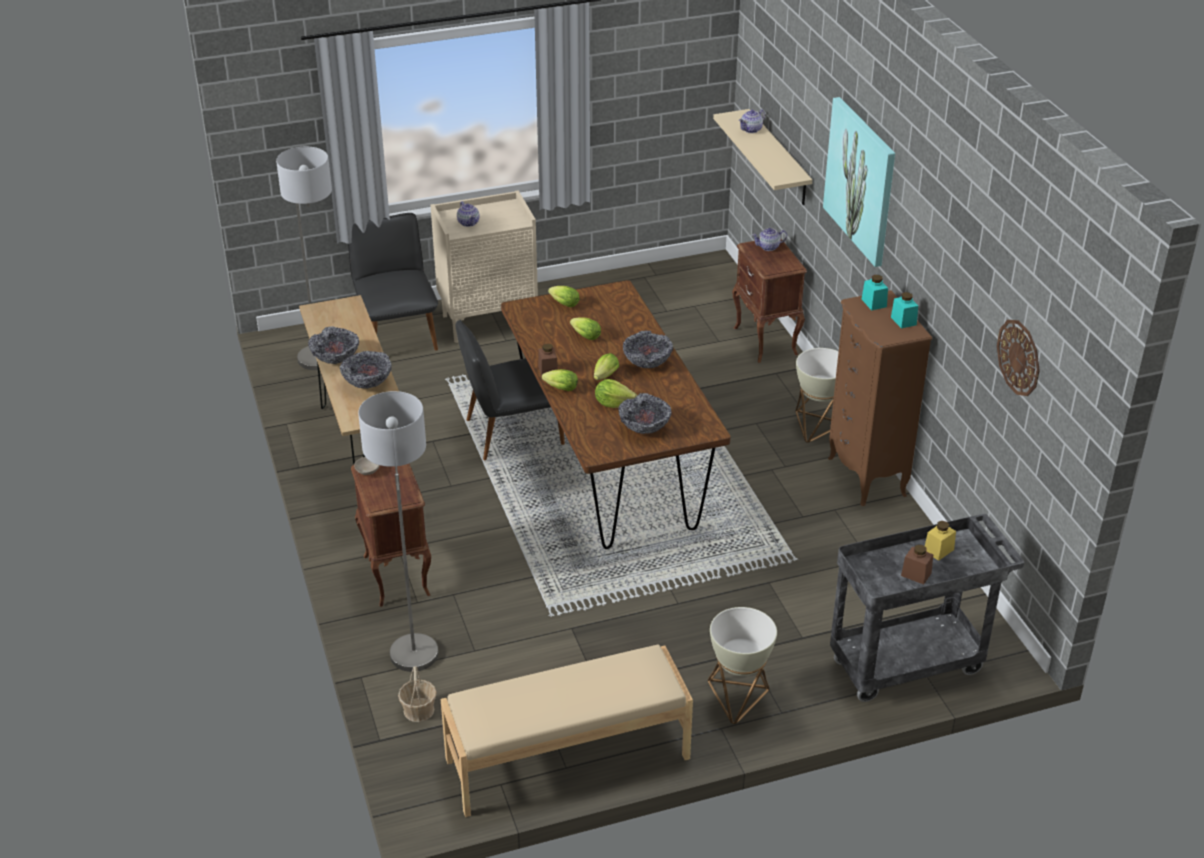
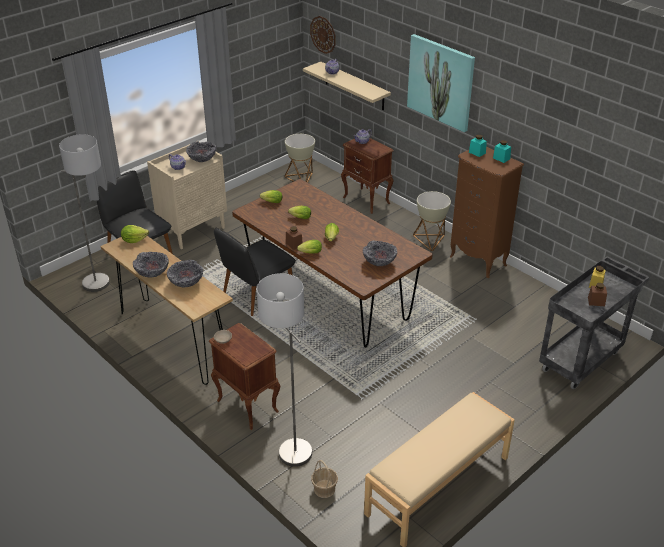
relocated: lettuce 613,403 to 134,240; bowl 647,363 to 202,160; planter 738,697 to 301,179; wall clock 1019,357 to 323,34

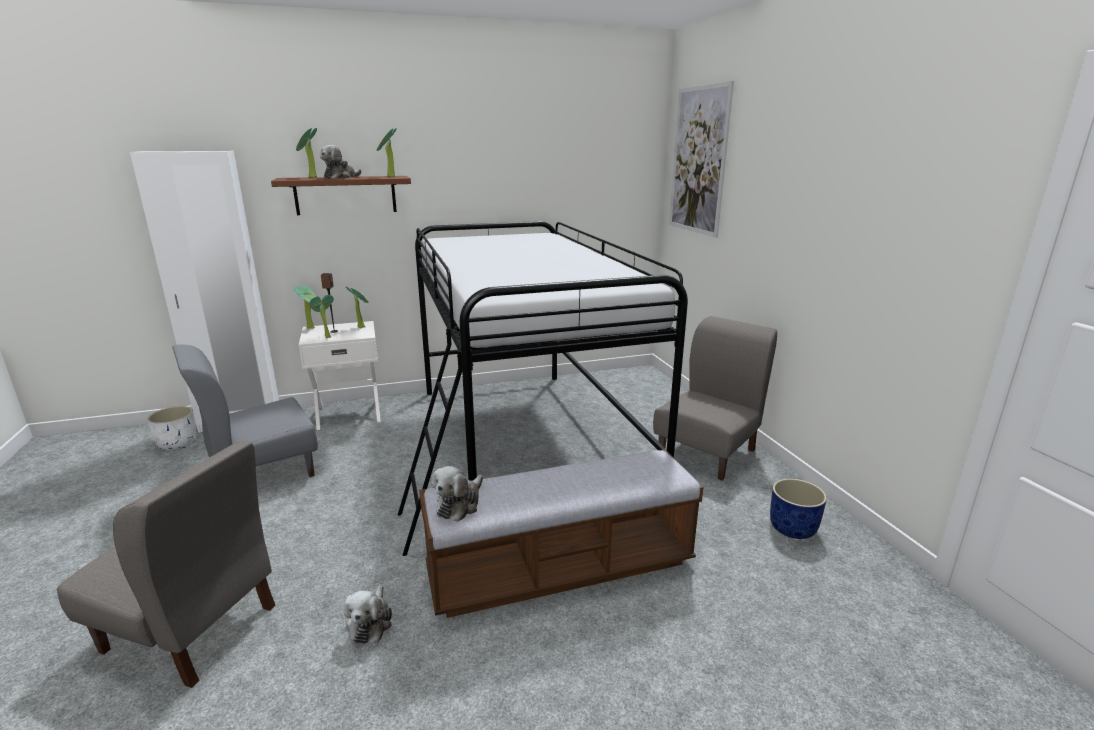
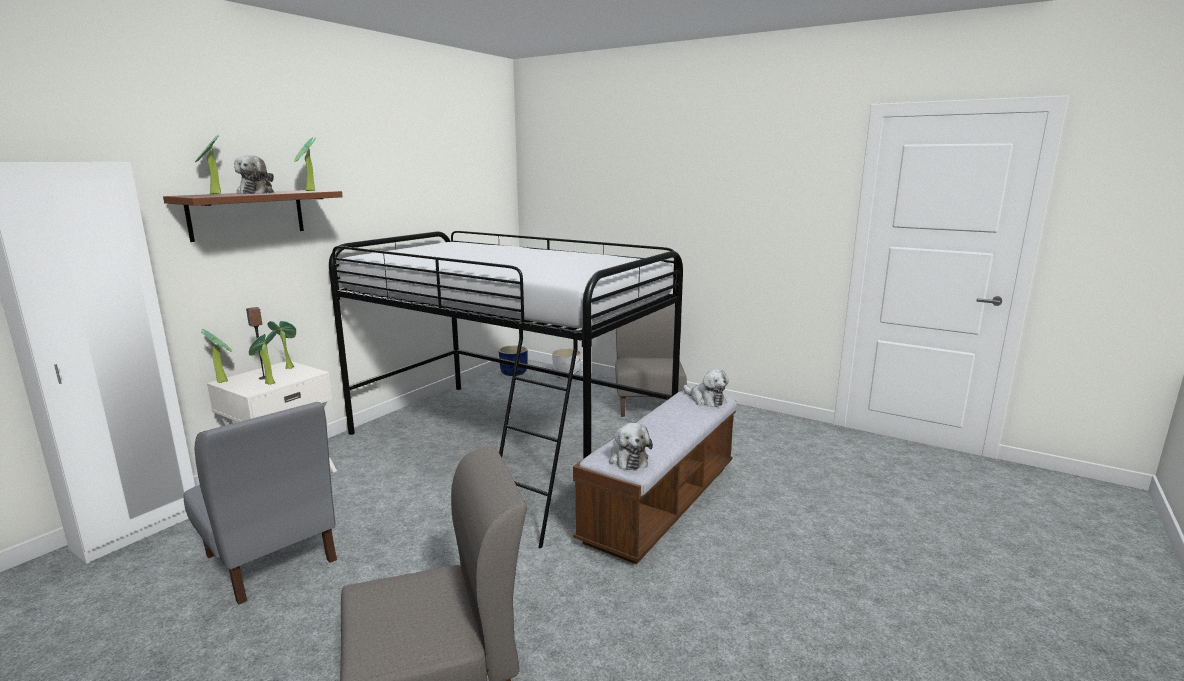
missing: picture 698,161
relocated: blue planter 793,528 to 514,373; white planter 178,444 to 566,376; plush toy 370,622 to 705,400
spun: grey chair 262,472 = 271,558 60 degrees counterclockwise

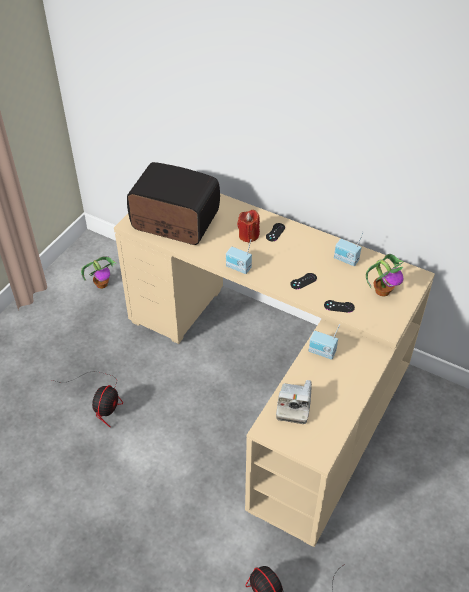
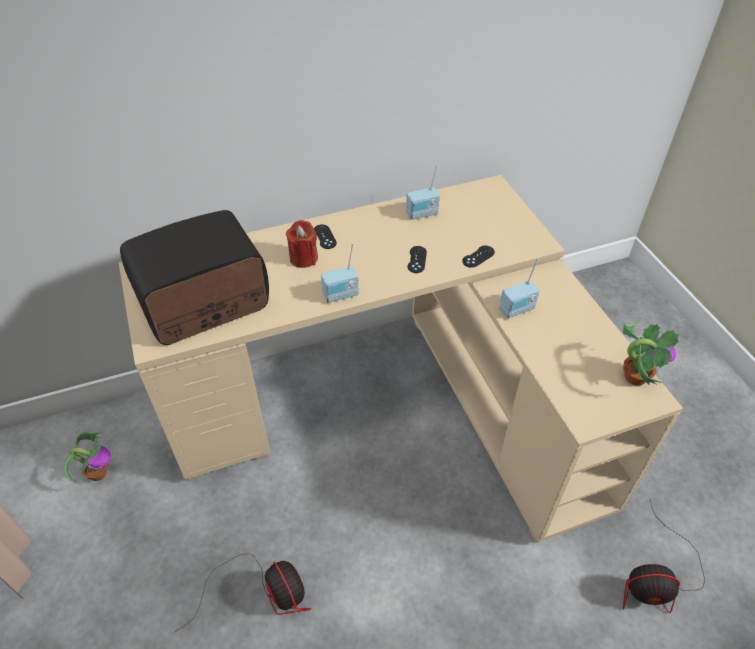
missing: photo camera 293,406
relocated: potted plant 382,290 to 634,376

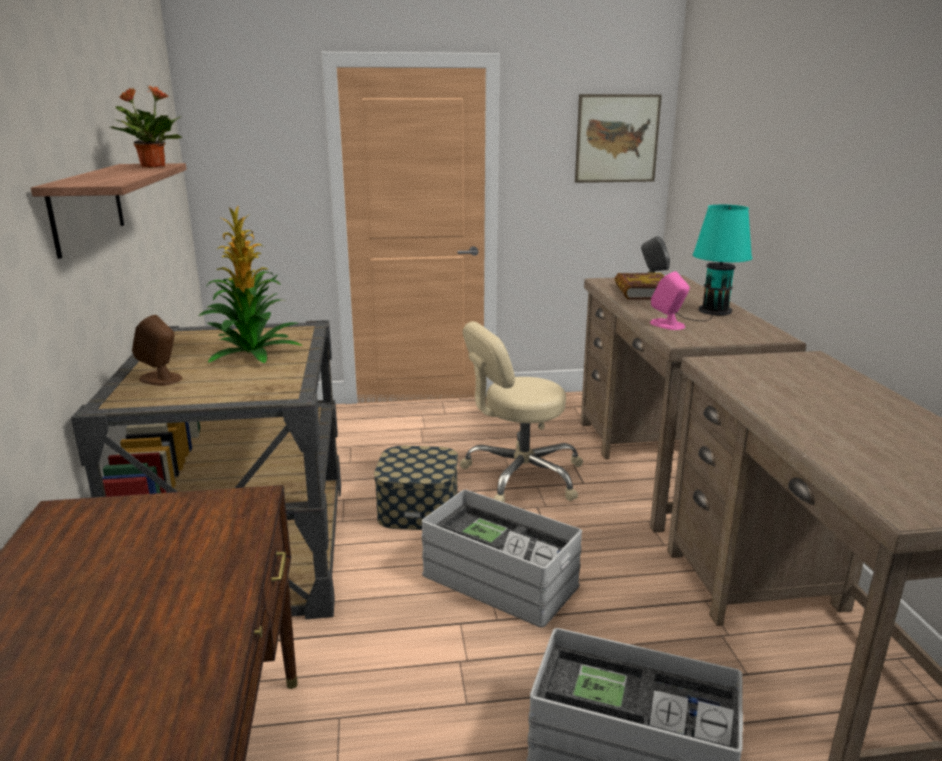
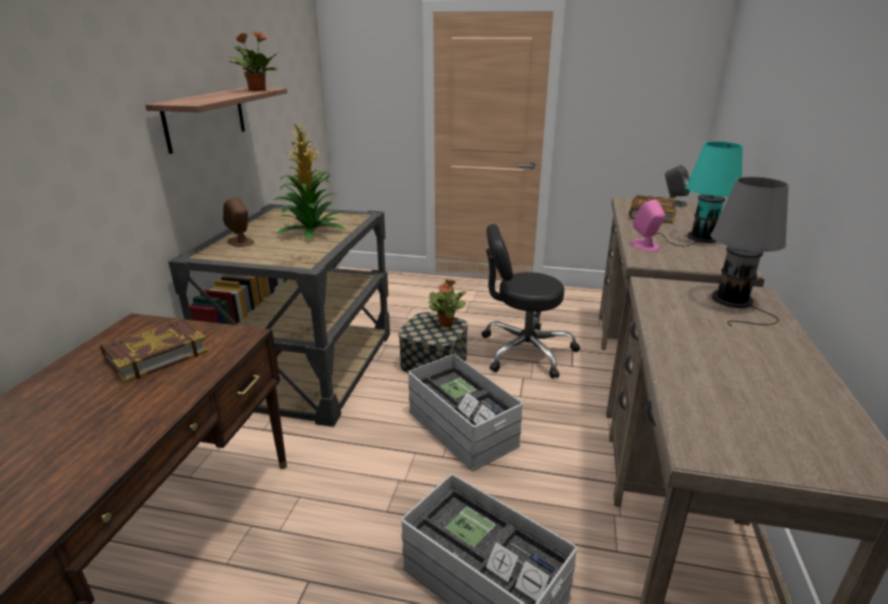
missing: picture 617,139
appeared: book 155,354; potted plant 446,323; grey table lamp 734,302
colour: beige office chair 518,477 to black office chair 521,352

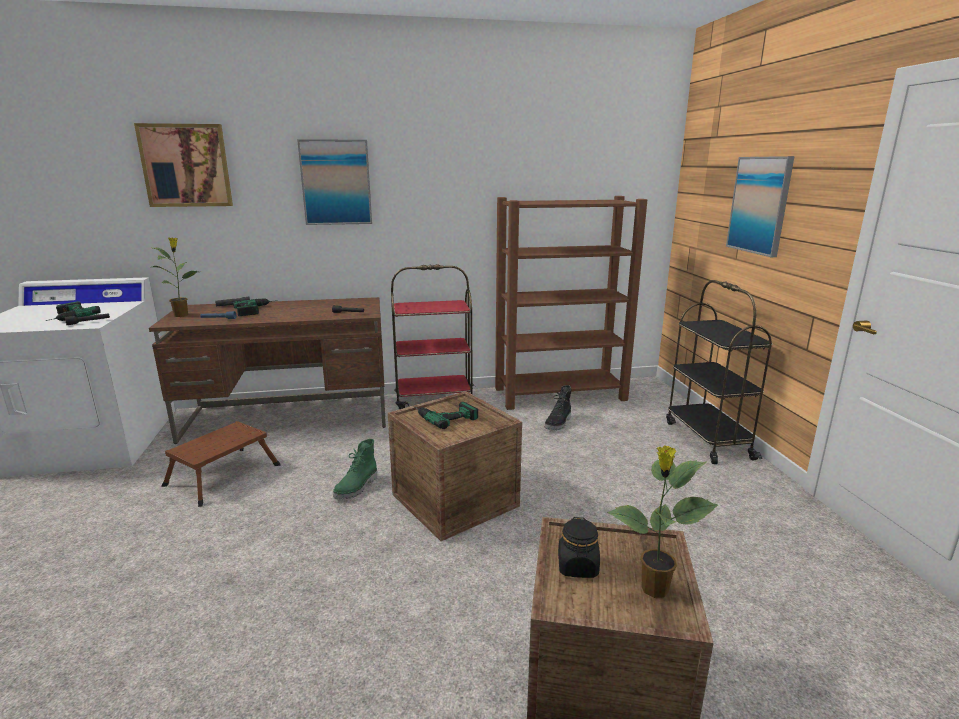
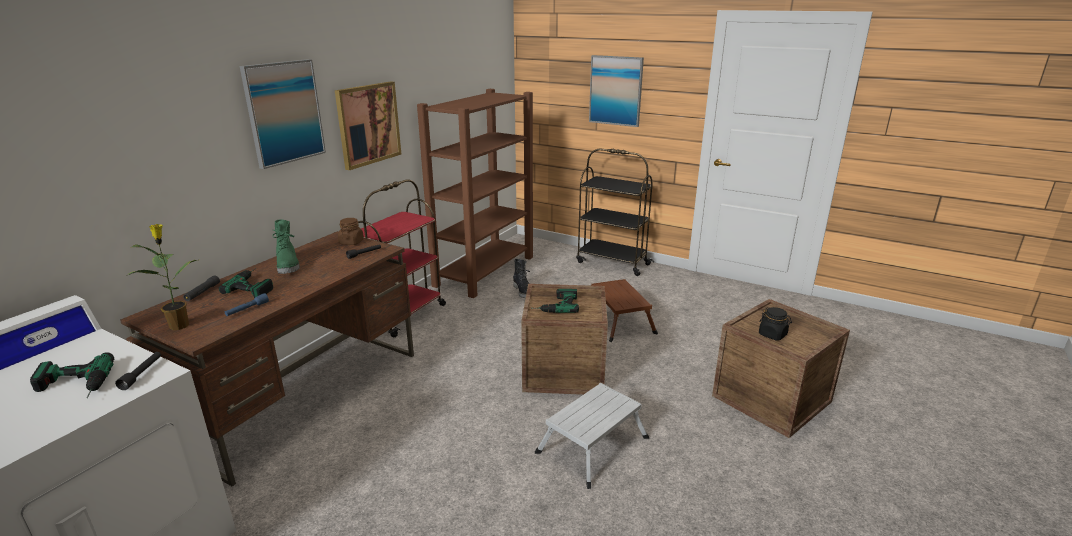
missing: potted plant 653,589
appeared: brown jar 351,242; white step ladder 593,444
relocated: green boot 357,488 to 288,265; picture 186,166 to 368,124; brown step ladder 223,474 to 618,320

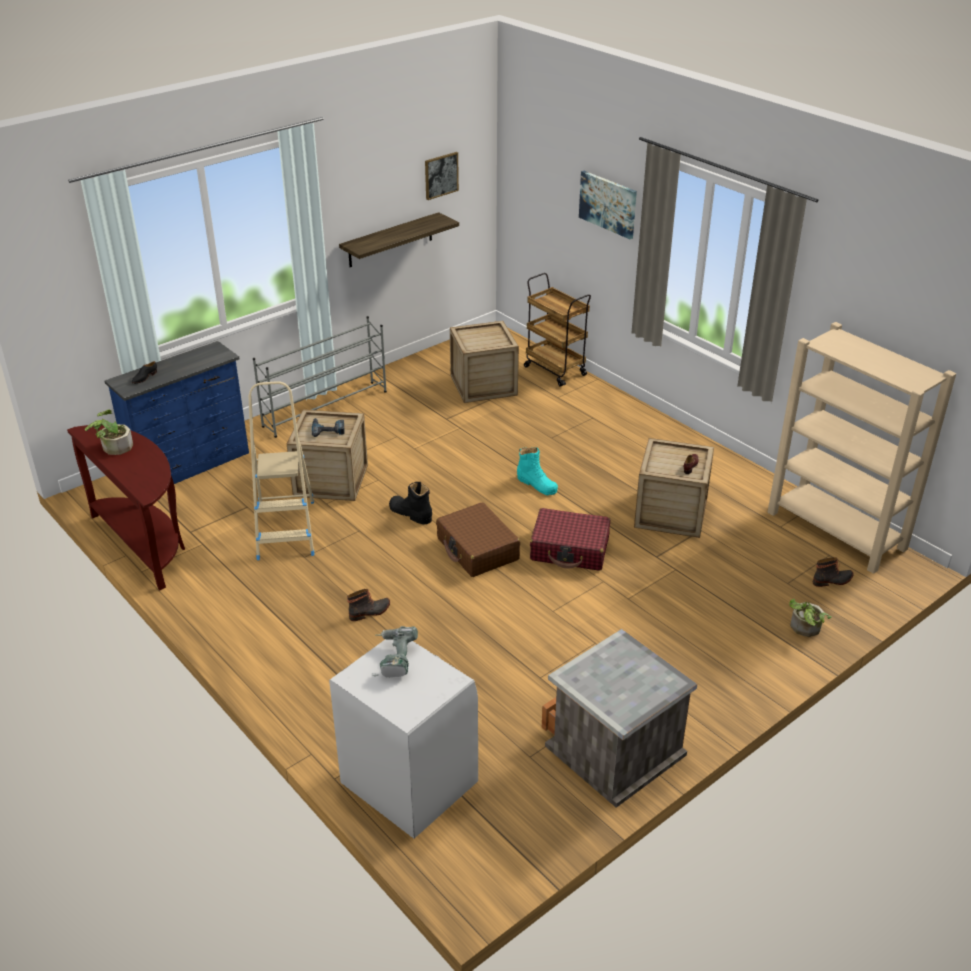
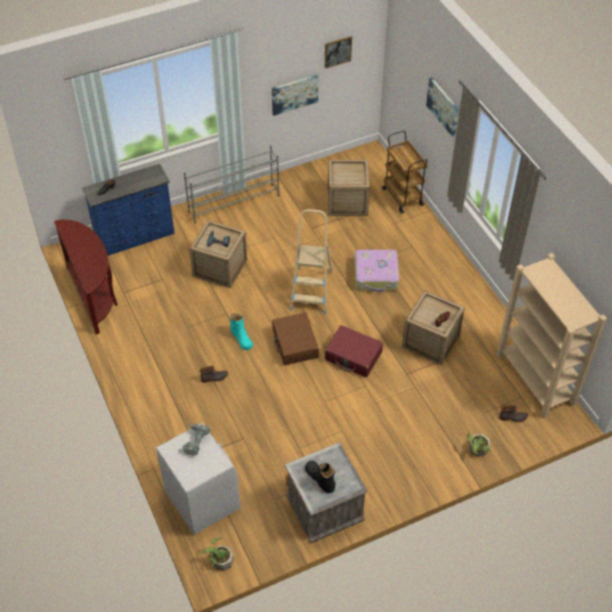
appeared: suitcase 376,275
relocated: potted plant 113,447 to 219,560; turquoise boot 537,484 to 241,338; beige step ladder 286,530 to 311,290; black boot 410,513 to 320,478
exchanged: shelf 390,240 to picture 294,94

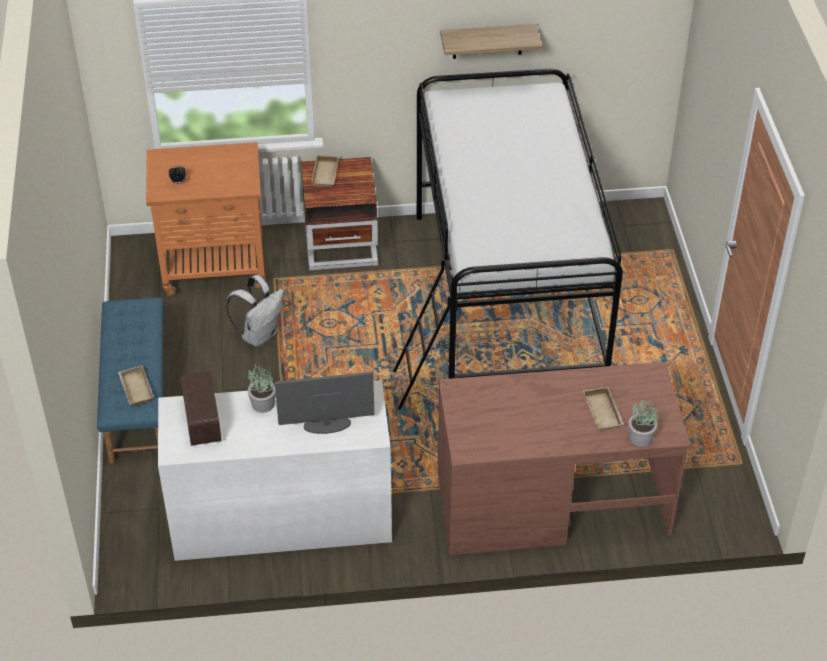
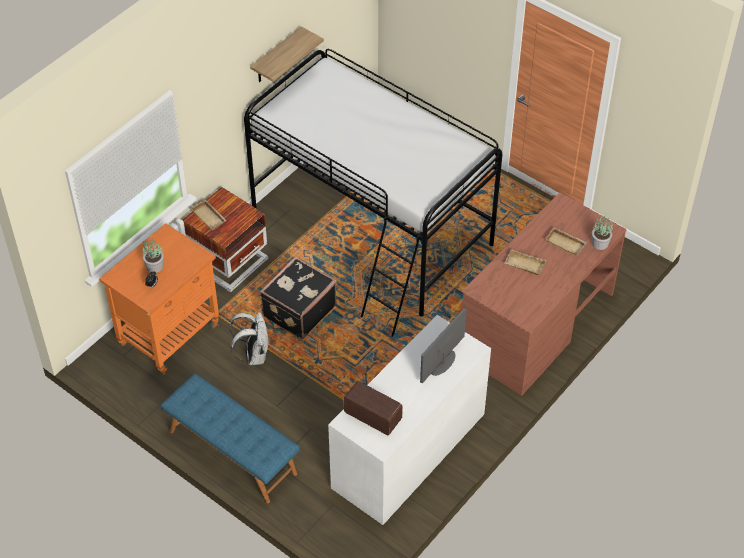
appeared: black suitcase 298,310
relocated: potted plant 262,404 to 154,266; beige tray 135,388 to 524,265

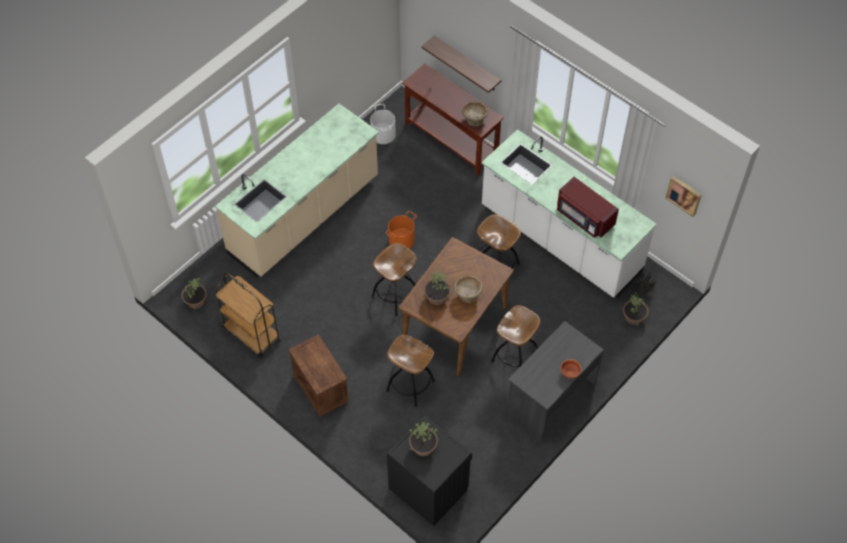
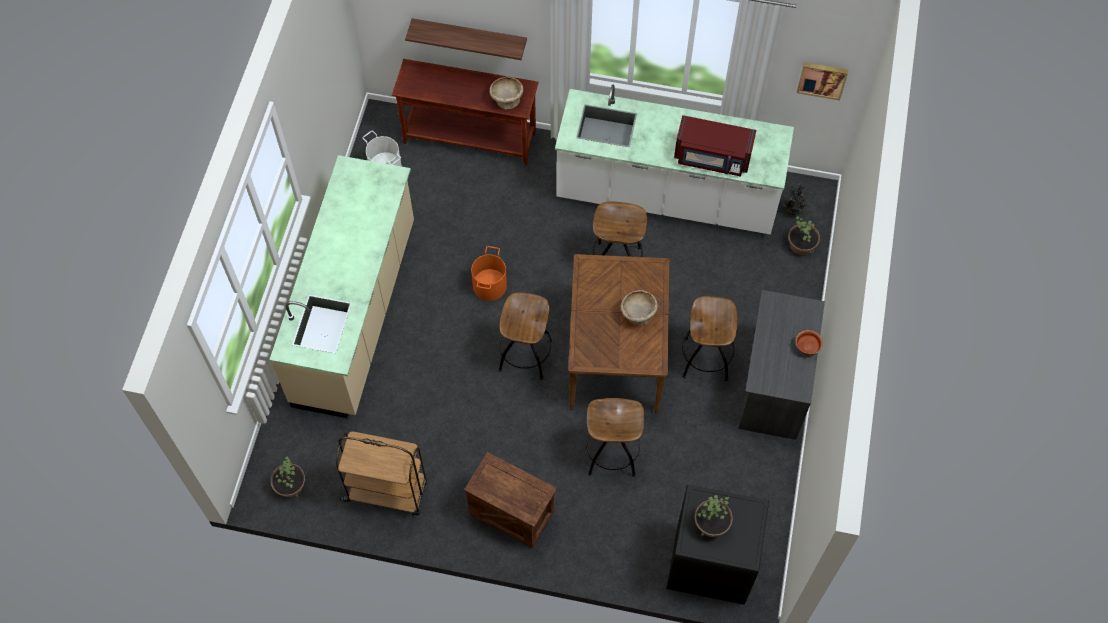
missing: potted plant 436,297

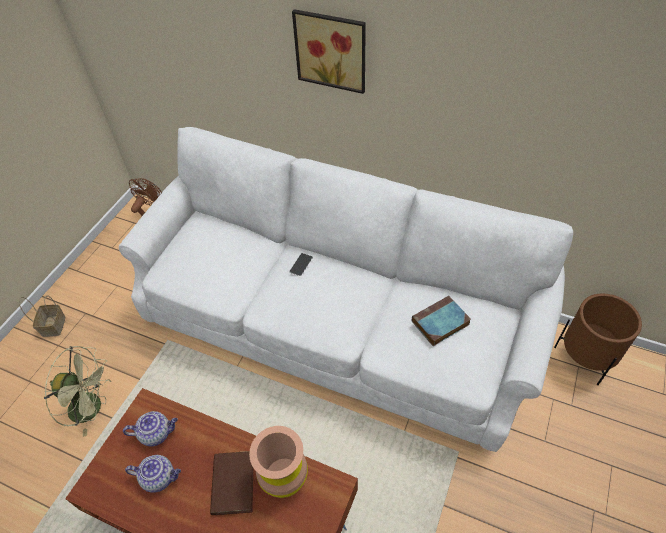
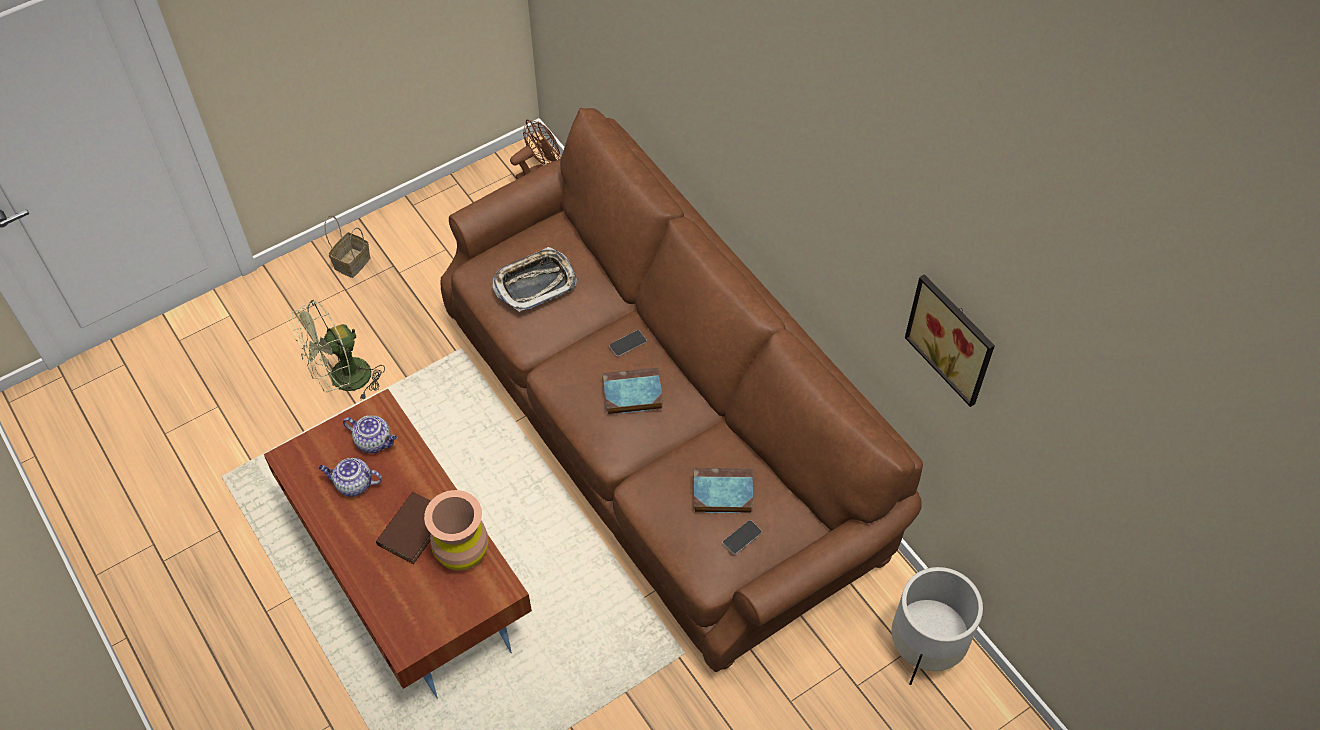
appeared: tray 535,283; book 631,394; phone 742,537
relocated: picture 331,49 to 953,337
colour: white sofa 336,323 to brown sofa 661,436; brown planter 585,357 to white planter 925,647
spun: green fan 93,407 = 343,381 105 degrees clockwise; teapot 160,477 = 353,484 150 degrees clockwise

